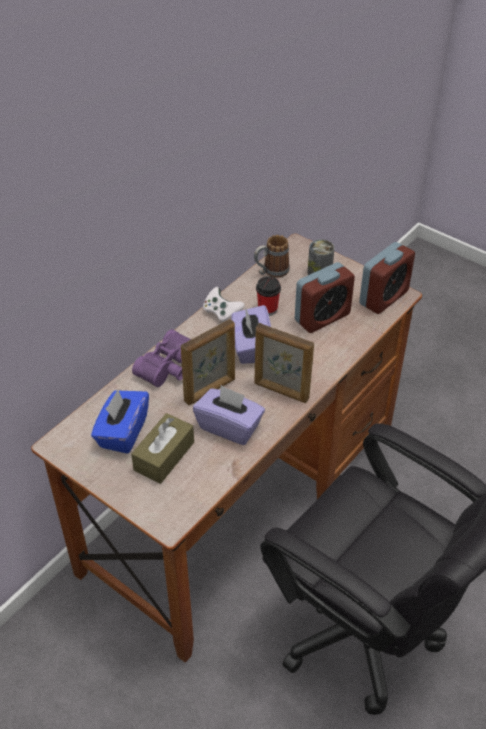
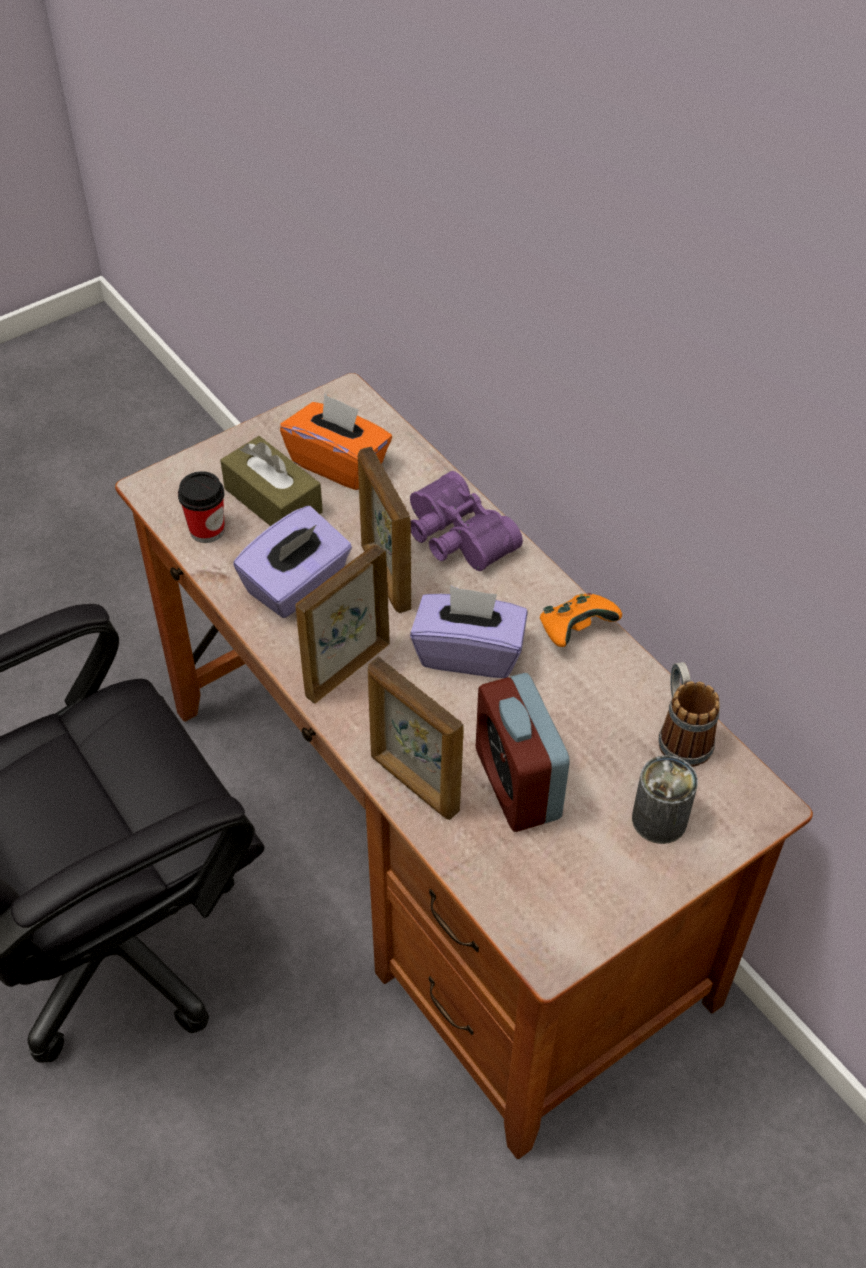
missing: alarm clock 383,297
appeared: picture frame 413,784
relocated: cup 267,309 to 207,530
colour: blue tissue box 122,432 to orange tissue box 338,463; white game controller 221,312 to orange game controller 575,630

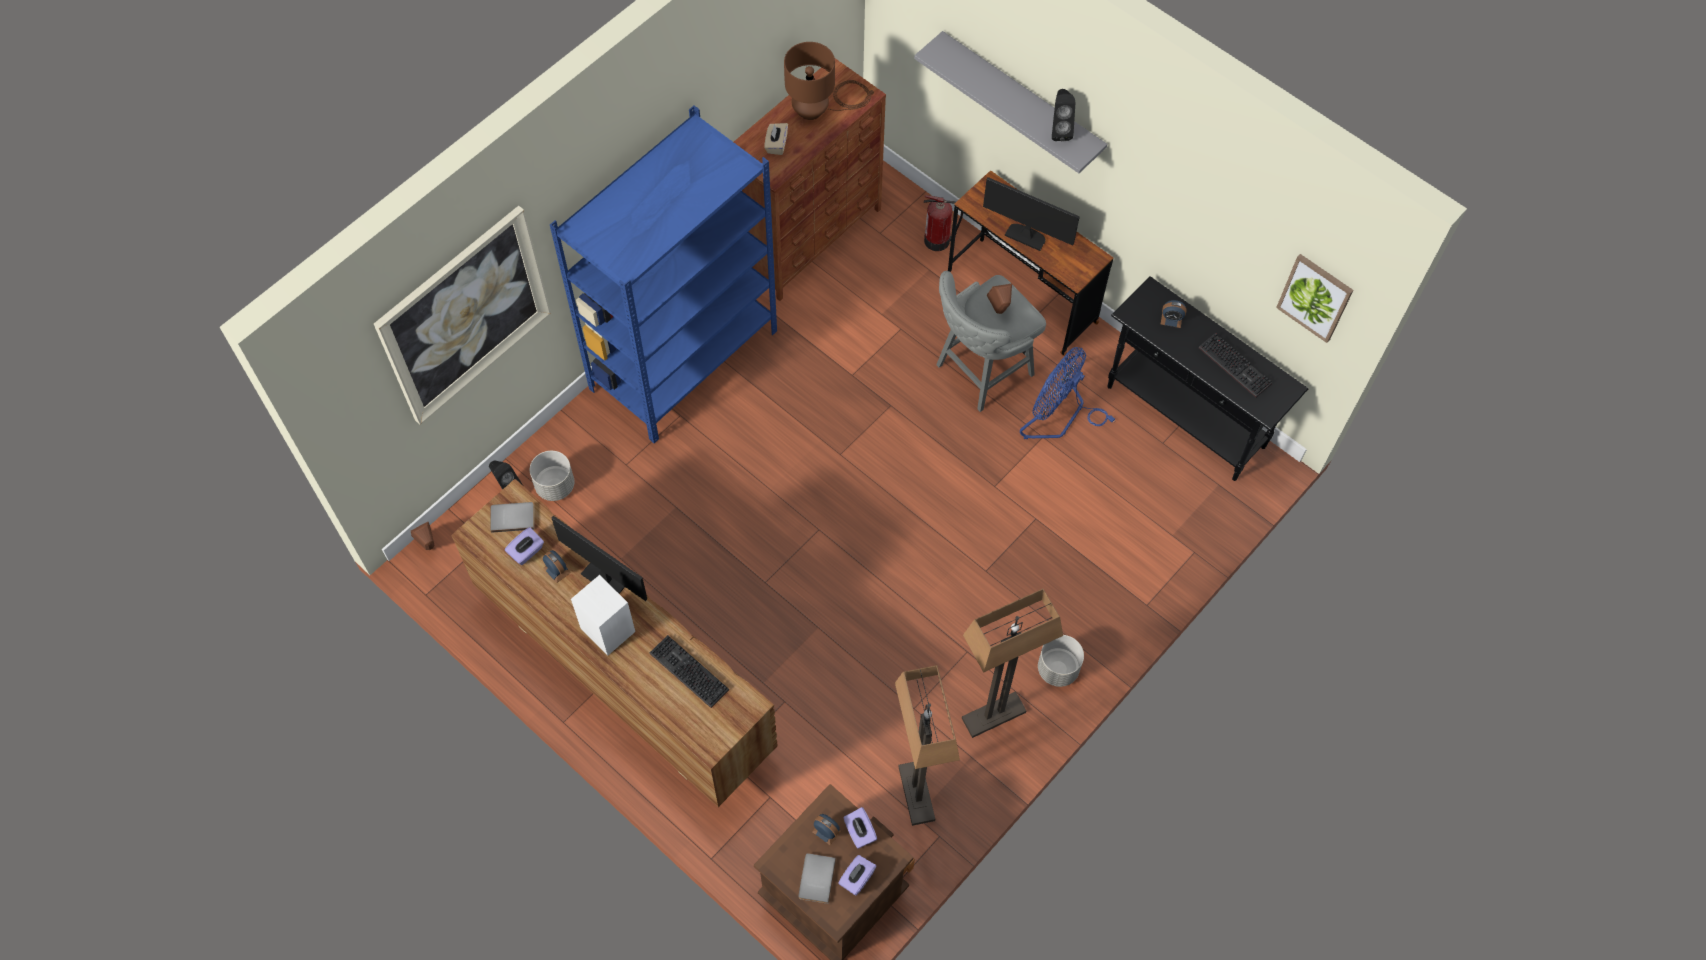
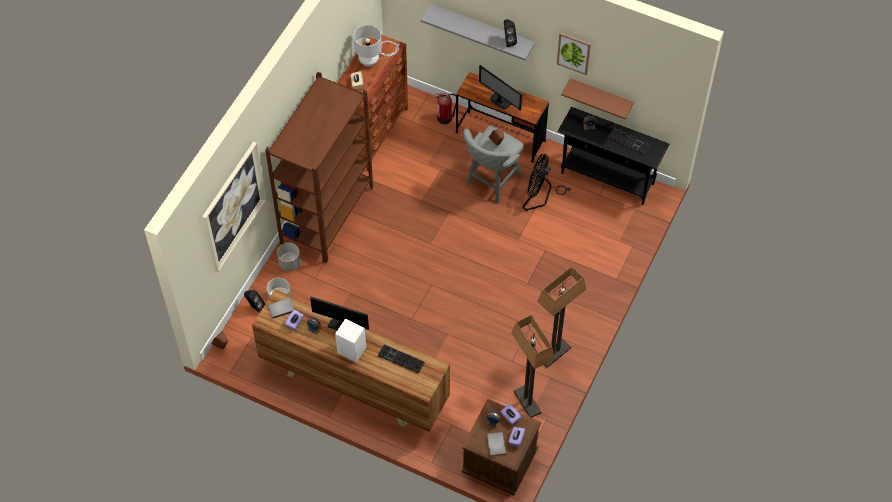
appeared: brown shelf 601,96
relocated: grey planter 1057,669 to 290,263; picture 1315,297 to 574,52
colour: blue bookcase 684,359 to brown bookcase 327,215; brown table lamp 826,104 to white table lamp 376,56; blue fan 1062,412 to black fan 541,192
spun: monitor 1026,236 = 499,101 150 degrees counterclockwise

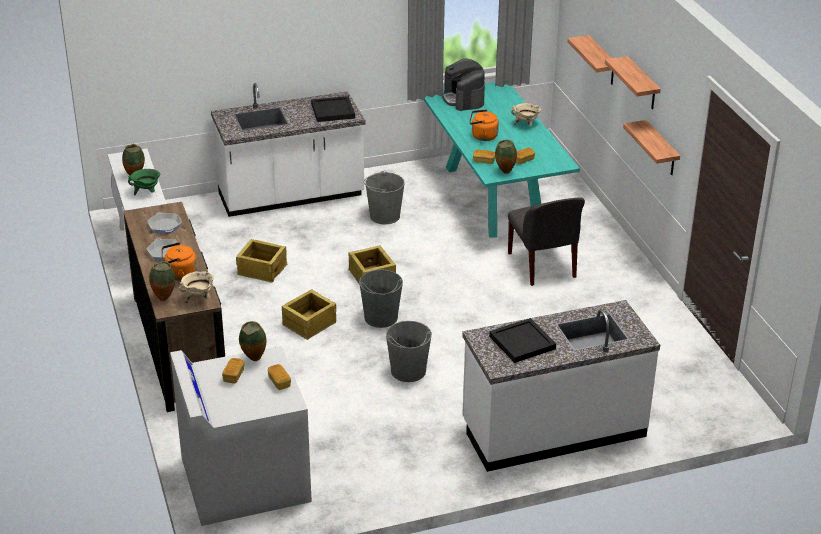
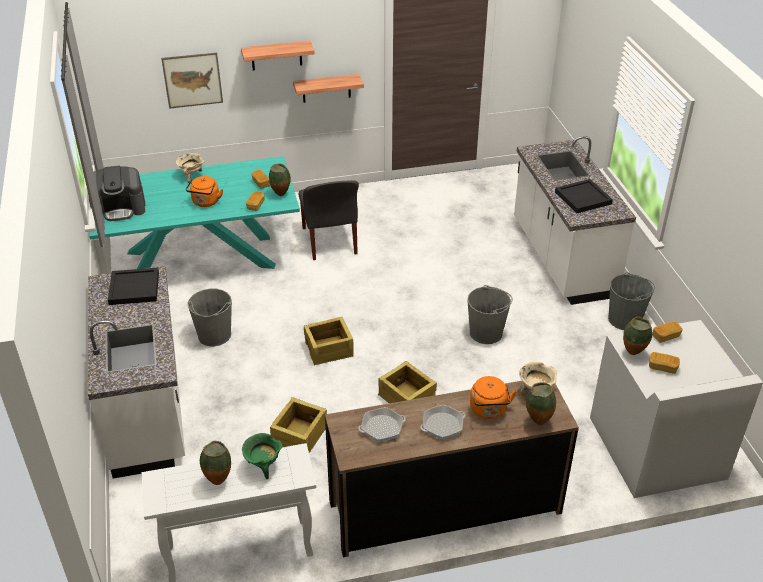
relocated: grey bucket 381,318 to 625,319
exchanged: shelf 602,61 to picture 192,80
spun: grey chair 542,266 = 330,242 90 degrees clockwise

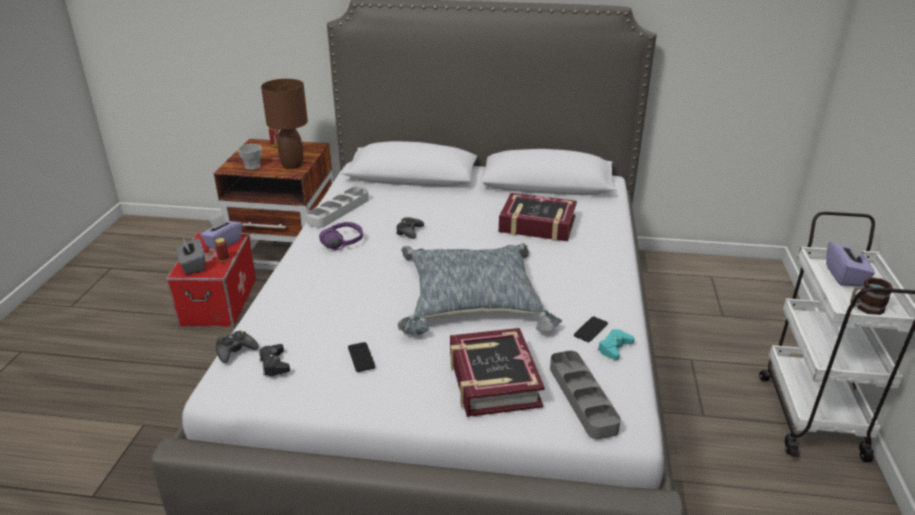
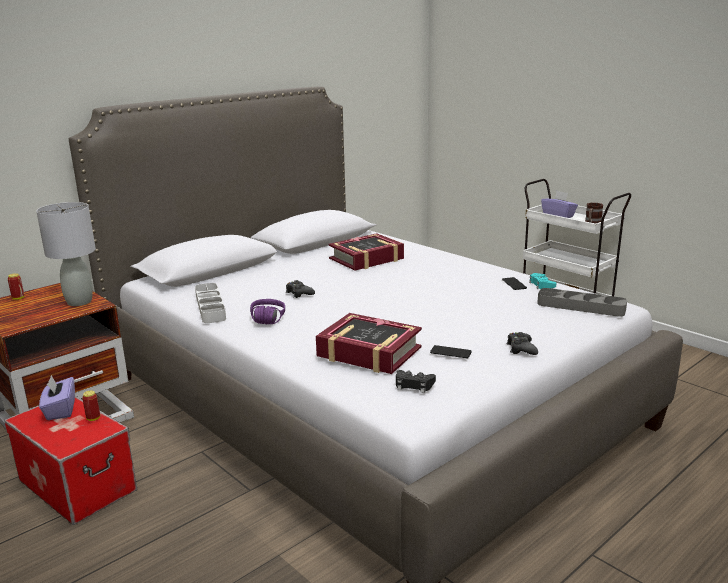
missing: grey tissue box 193,266; cup 252,166; pillow 472,294
relocated: book 493,380 to 368,352; black game controller 235,351 to 521,349
colour: brown table lamp 292,165 to grey table lamp 79,302

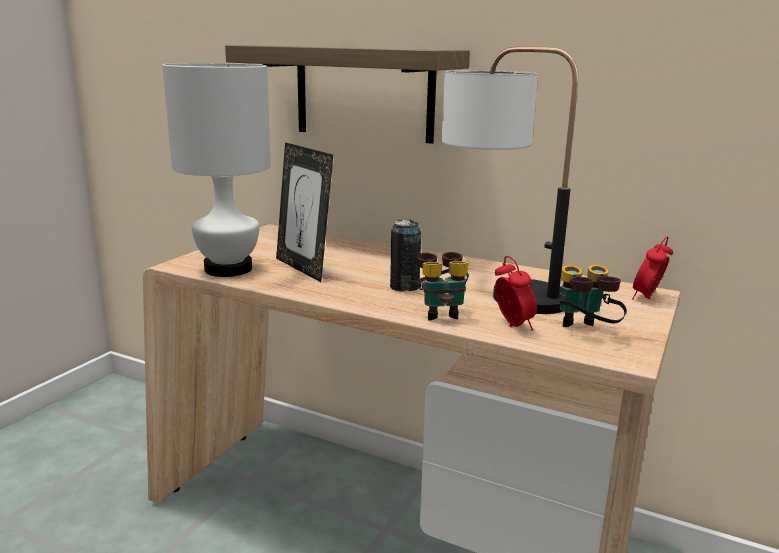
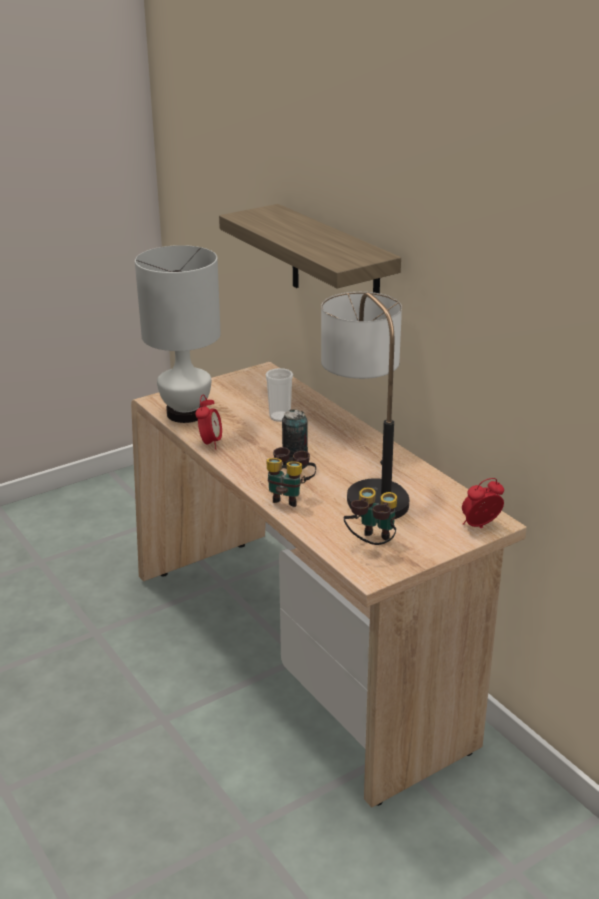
missing: picture frame 304,268
appeared: cup 280,417
relocated: alarm clock 512,326 to 210,443

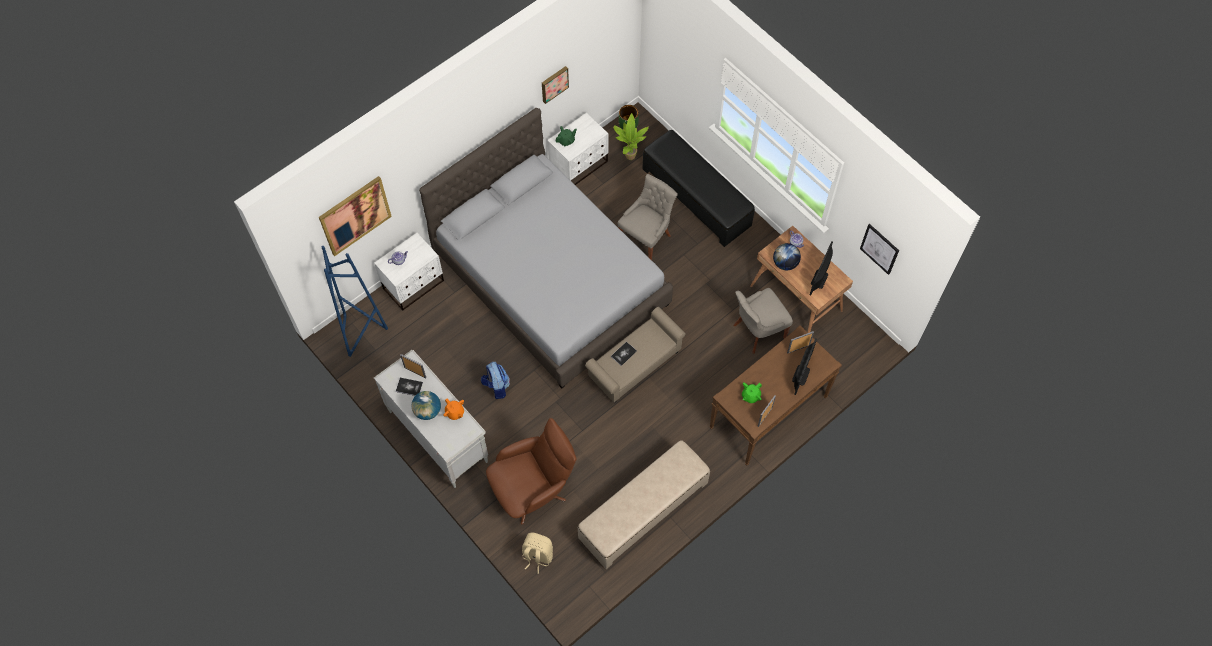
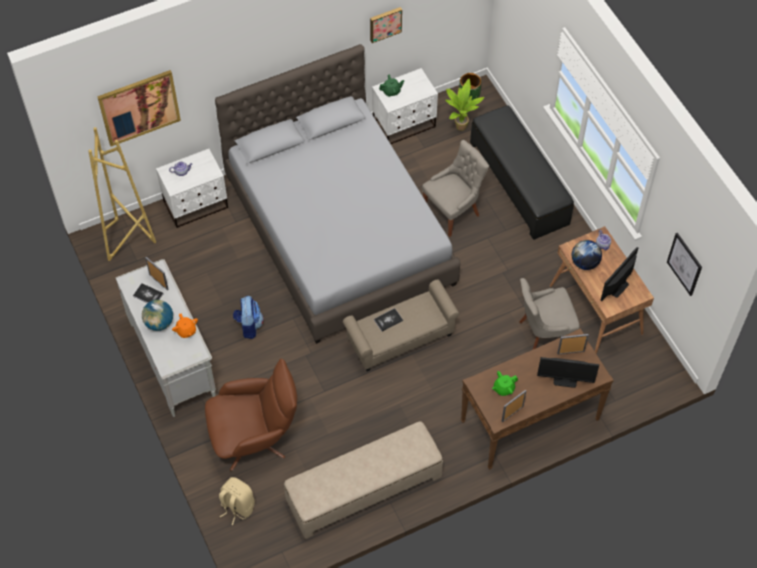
colour: blue clothes rack 361,333 to yellow clothes rack 127,240
spun: monitor 801,375 = 565,380 60 degrees clockwise

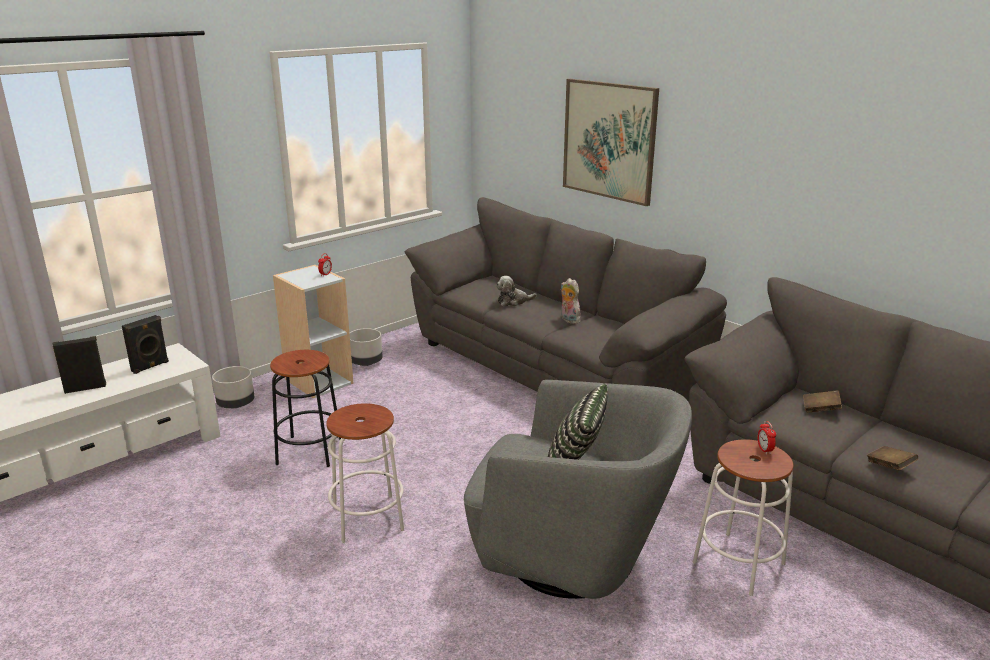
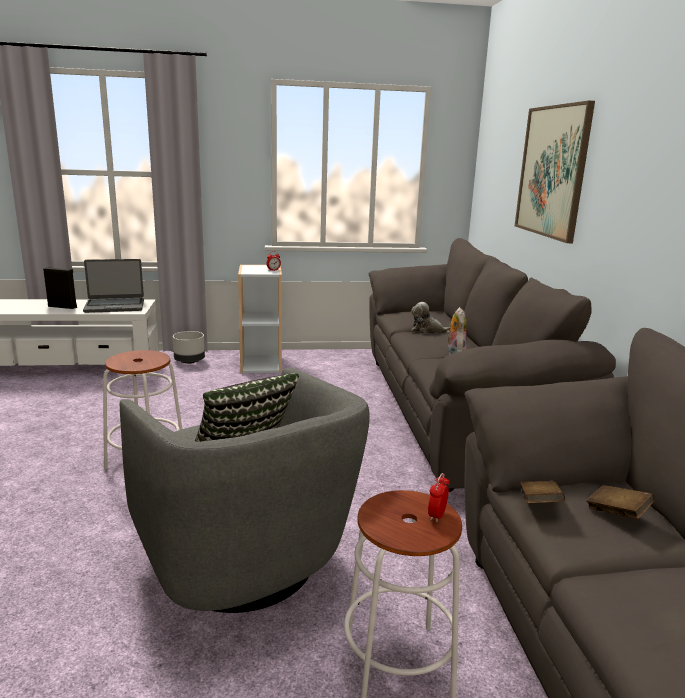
missing: black stool 309,451; grey planter 366,362
relocated: brown book 889,466 to 539,503
exchanged: black speaker 150,367 to laptop 115,306

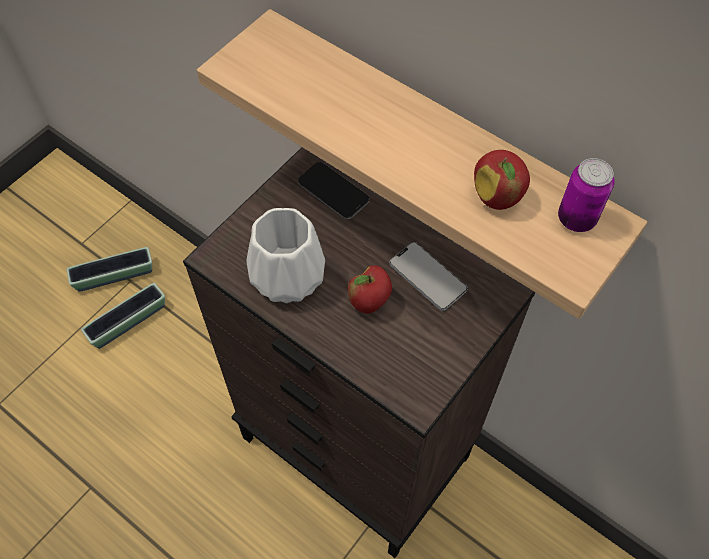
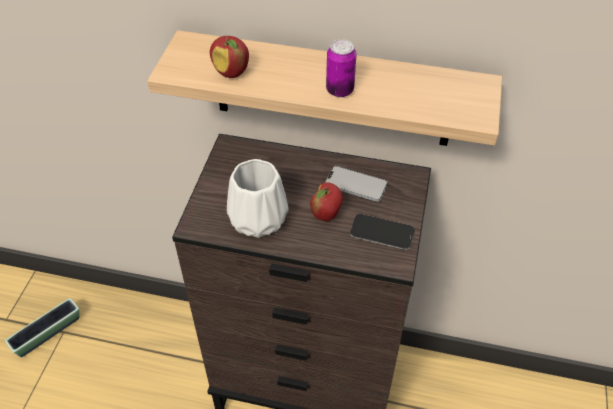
missing: planter 128,322
relocated: apple 497,197 to 232,72; can 576,218 to 339,90; phone 333,191 to 382,233

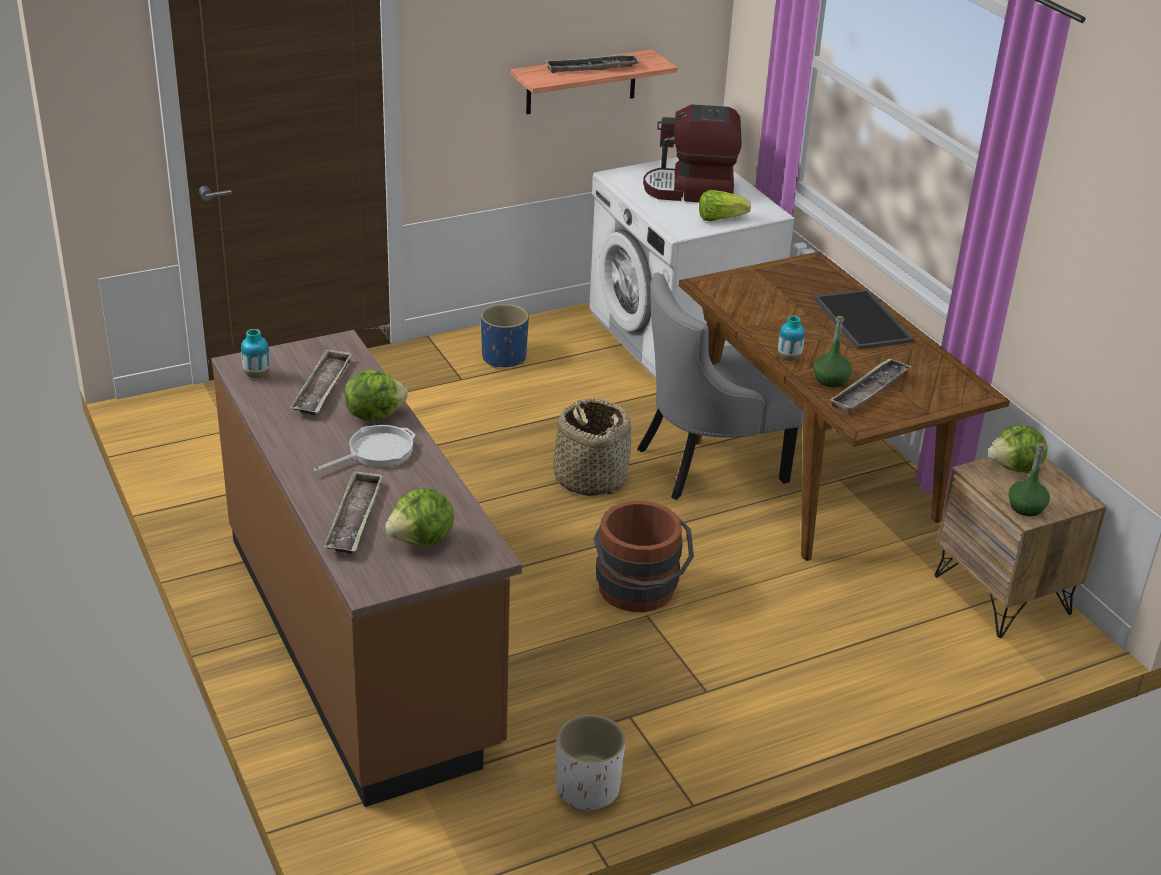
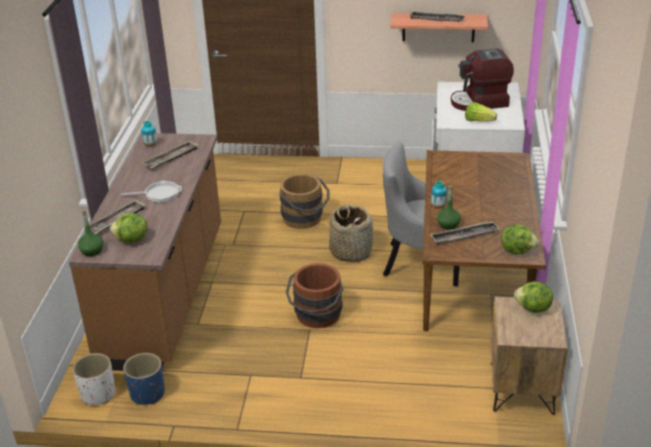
missing: tray 860,319
appeared: brown bucket 305,219
relocated: white planter 587,789 to 98,394; green bottle 1025,507 to 92,251; blue planter 504,358 to 147,394; lettuce 374,414 to 517,250
spun: coffee machine 691,191 = 480,102 45 degrees counterclockwise

